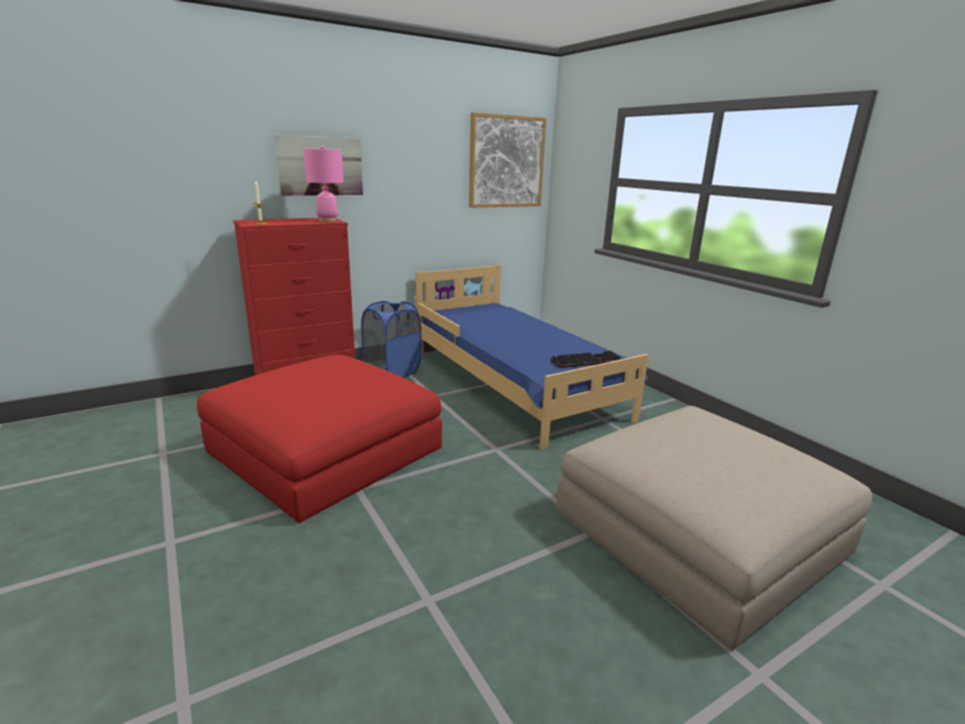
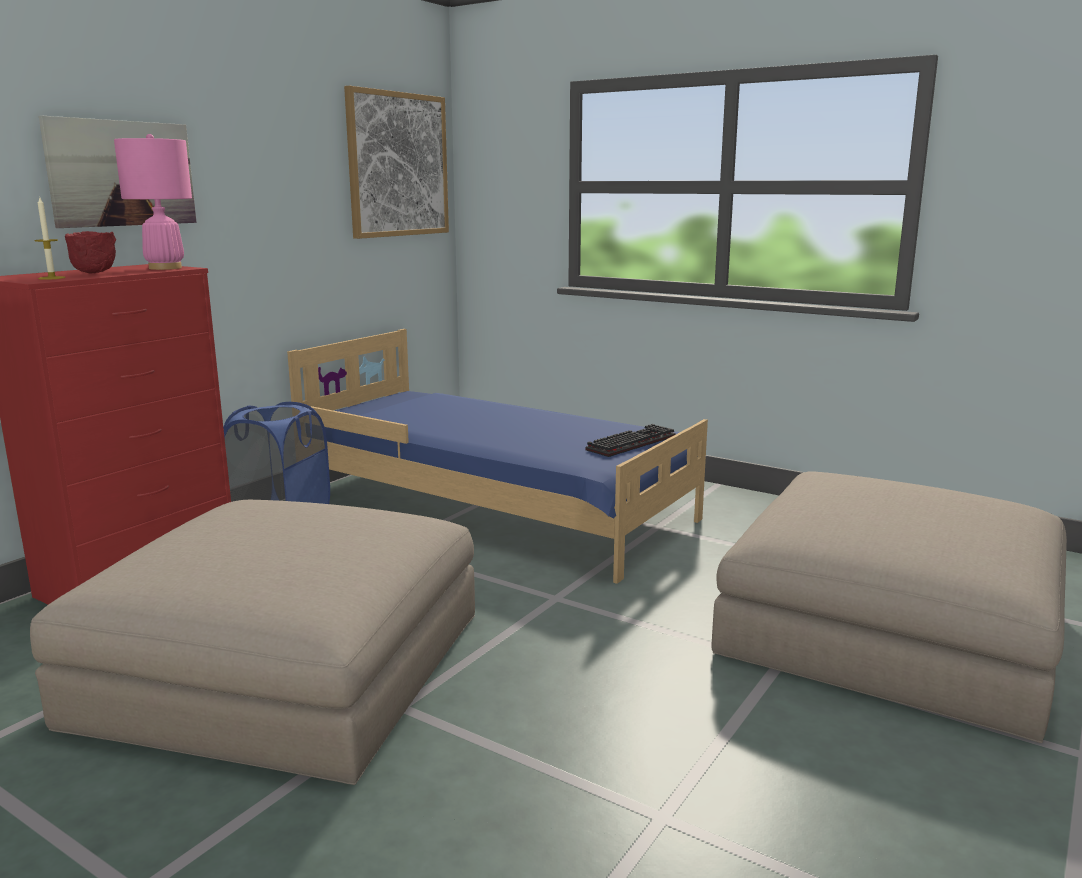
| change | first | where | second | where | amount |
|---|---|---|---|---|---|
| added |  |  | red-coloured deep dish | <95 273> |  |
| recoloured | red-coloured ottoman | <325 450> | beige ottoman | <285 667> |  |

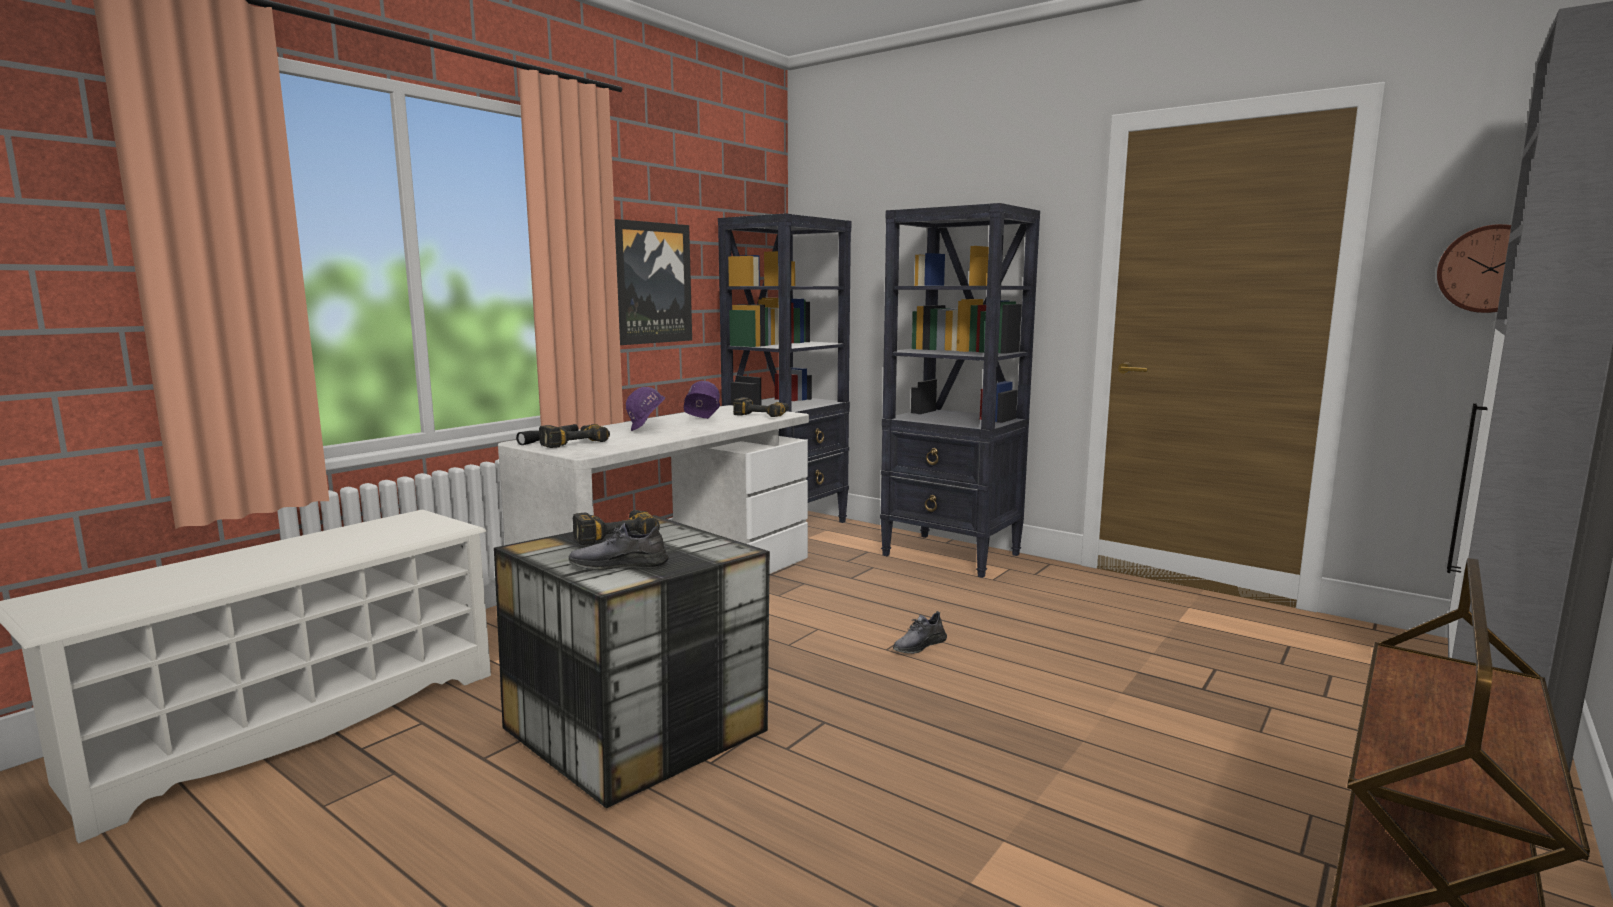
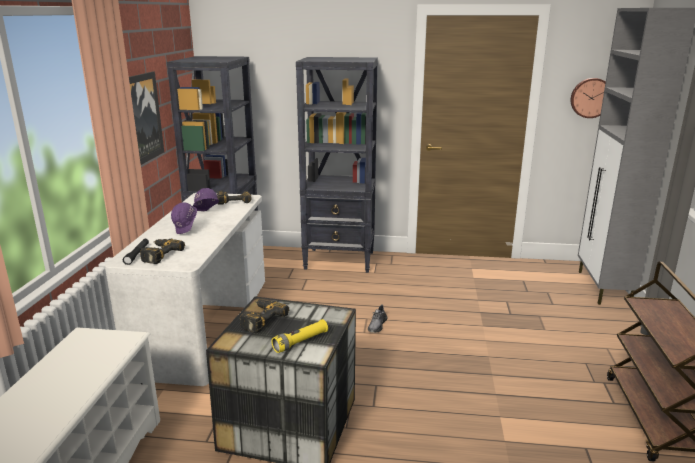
| change | first | where | second | where | amount |
|---|---|---|---|---|---|
| replaced | grey item of footwear | <619 565> | yellow-coloured hand torch | <300 342> |  |

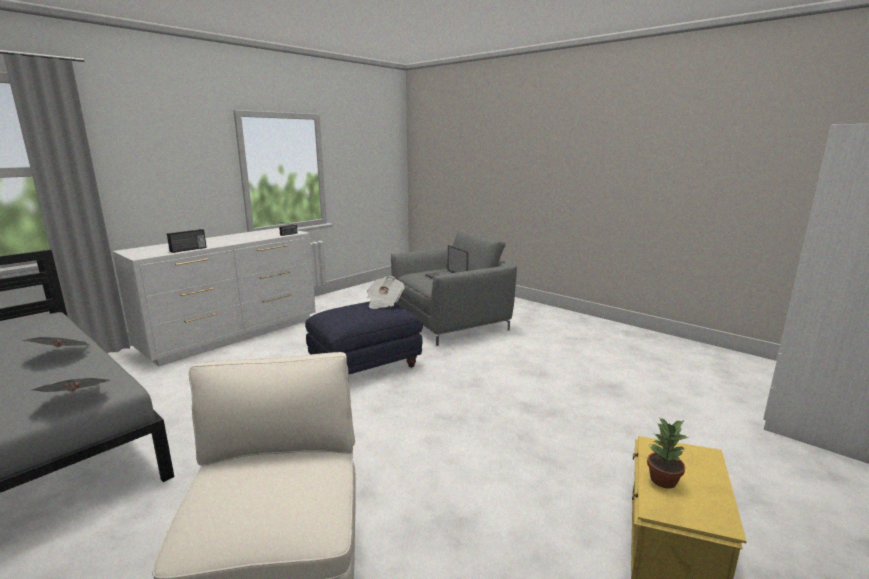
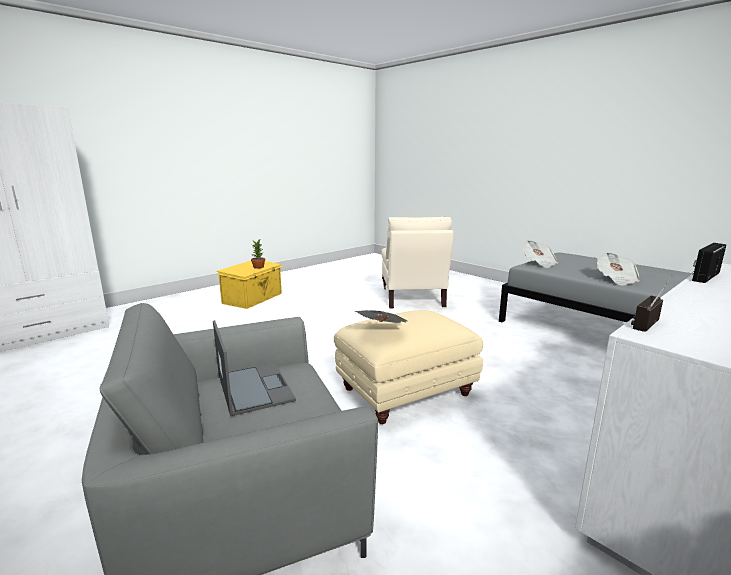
| change | first | where | second | where | amount |
|---|---|---|---|---|---|
| recoloured | blue-coloured ottoman | <366 366> | beige ottoman | <405 393> |  |

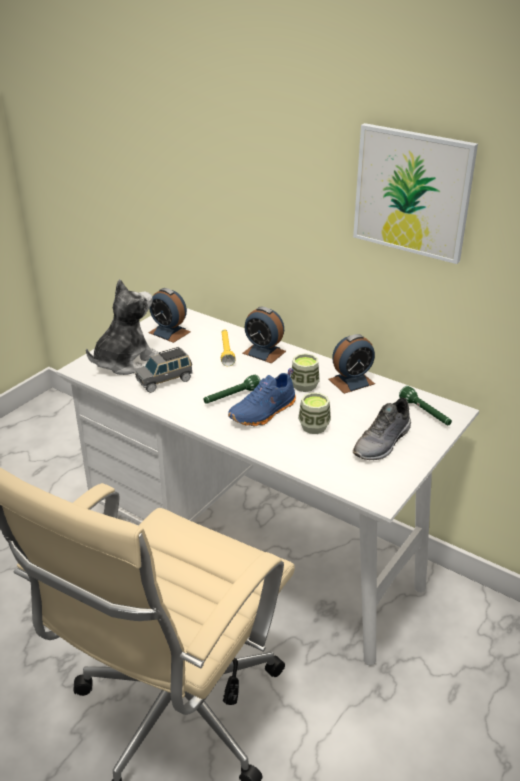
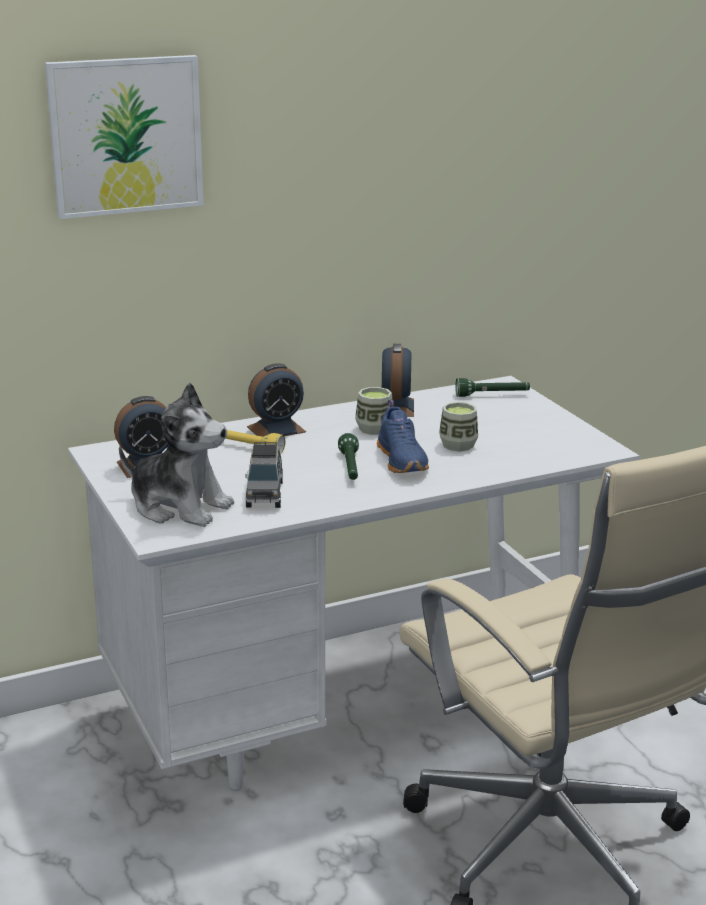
| change | first | where | second | where | amount |
|---|---|---|---|---|---|
| removed | grey item of footwear | <383 443> |  |  |  |
| moved | wall picture | <412 192> |  | <126 136> |  |
| turned | cuddly toy | <124 361> |  | <180 507> | 135 degrees clockwise |

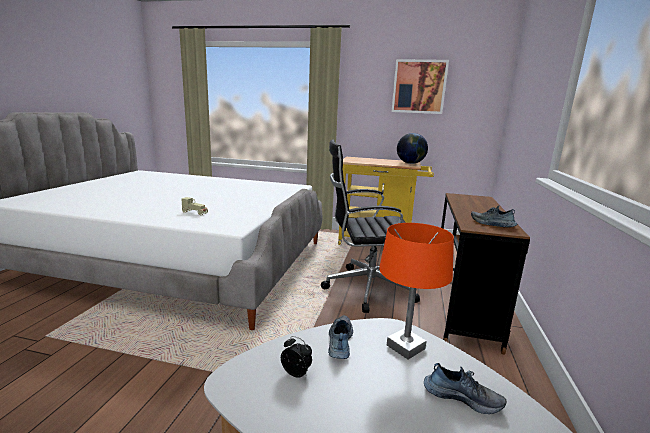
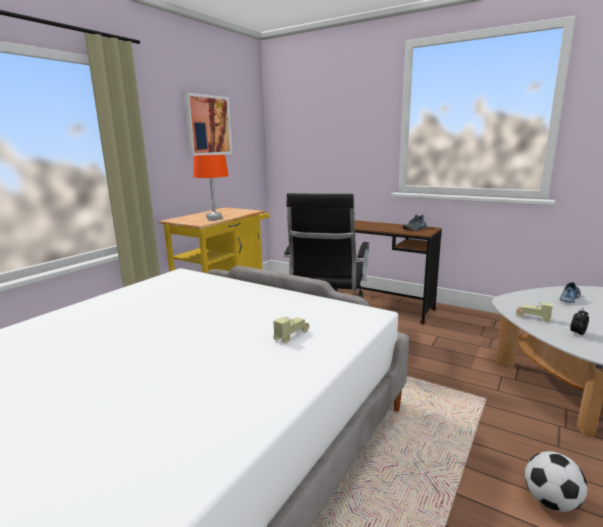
| change | first | where | second | where | amount |
|---|---|---|---|---|---|
| removed | globe | <410 163> |  |  |  |
| added |  |  | football | <551 502> |  |
| moved | orangey lamp for a table | <405 347> |  | <214 218> |  |
| replaced | item of footwear | <339 342> | beige toy car | <532 318> |  |

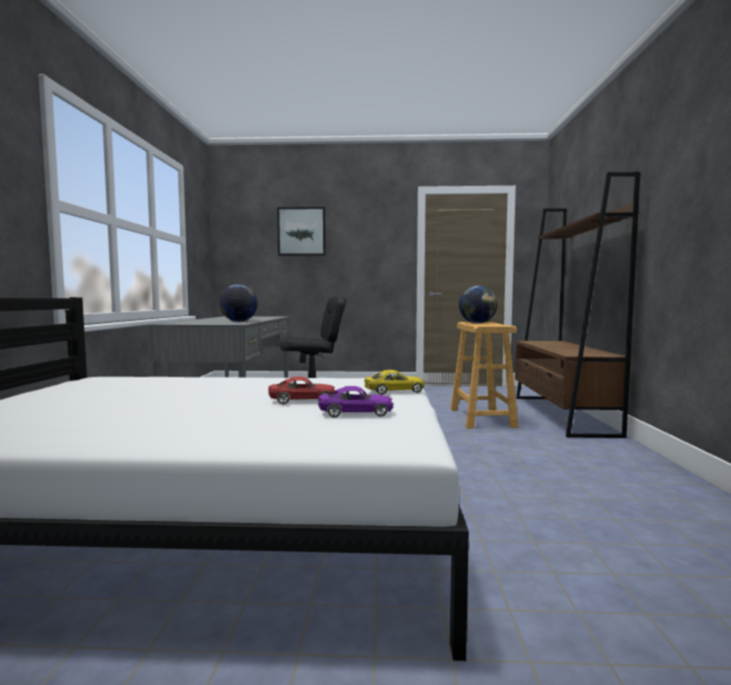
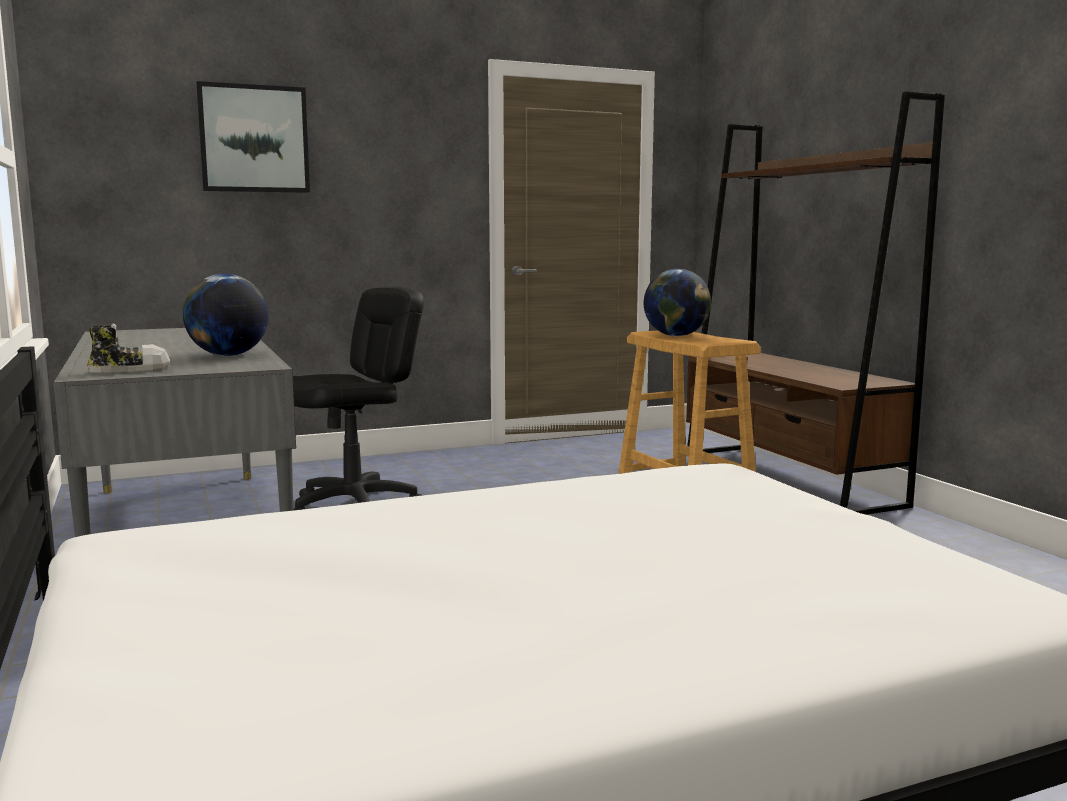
| change | first | where | second | where | amount |
|---|---|---|---|---|---|
| removed | red-coloured toy car | <302 400> |  |  |  |
| removed | purplish toy car | <355 413> |  |  |  |
| removed | yellow-coloured toy car | <394 391> |  |  |  |
| added |  |  | item of footwear | <130 370> |  |

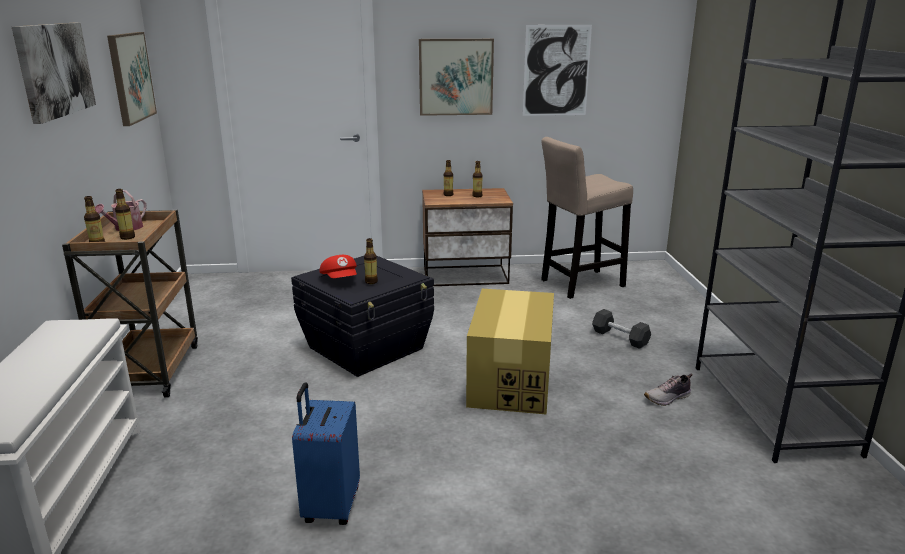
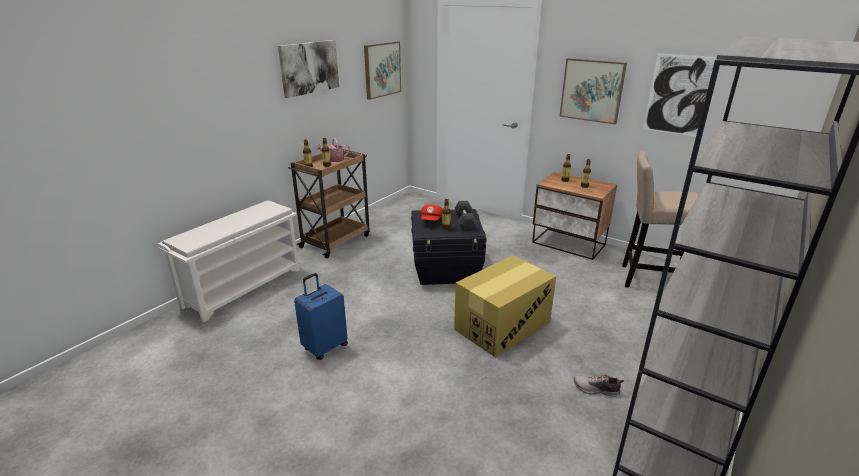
| change | first | where | second | where | amount |
|---|---|---|---|---|---|
| moved | black-coloured dumbbell | <620 337> |  | <465 222> |  |

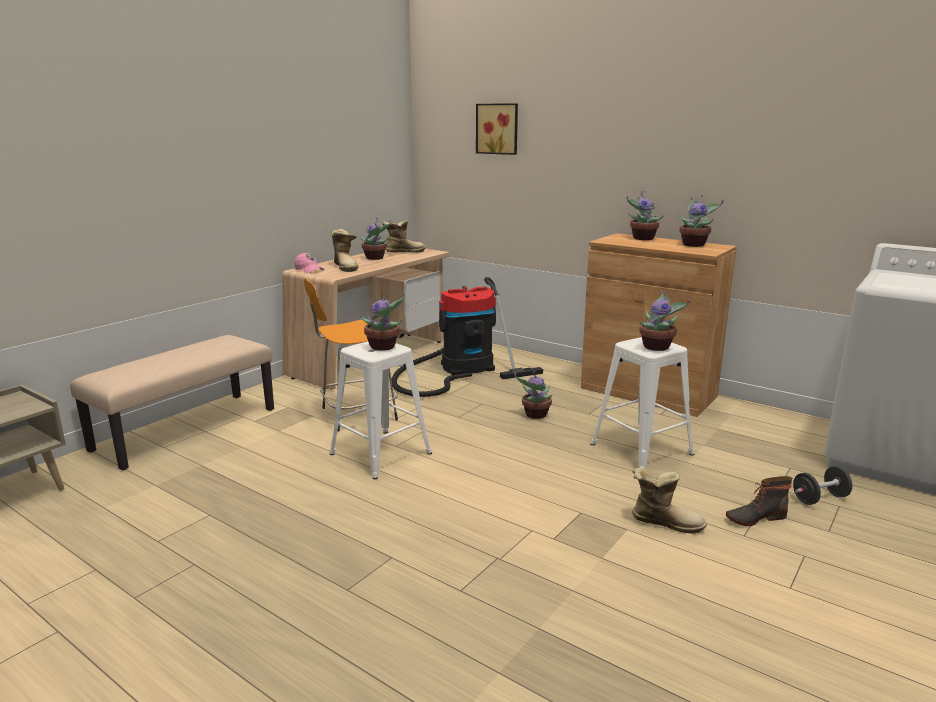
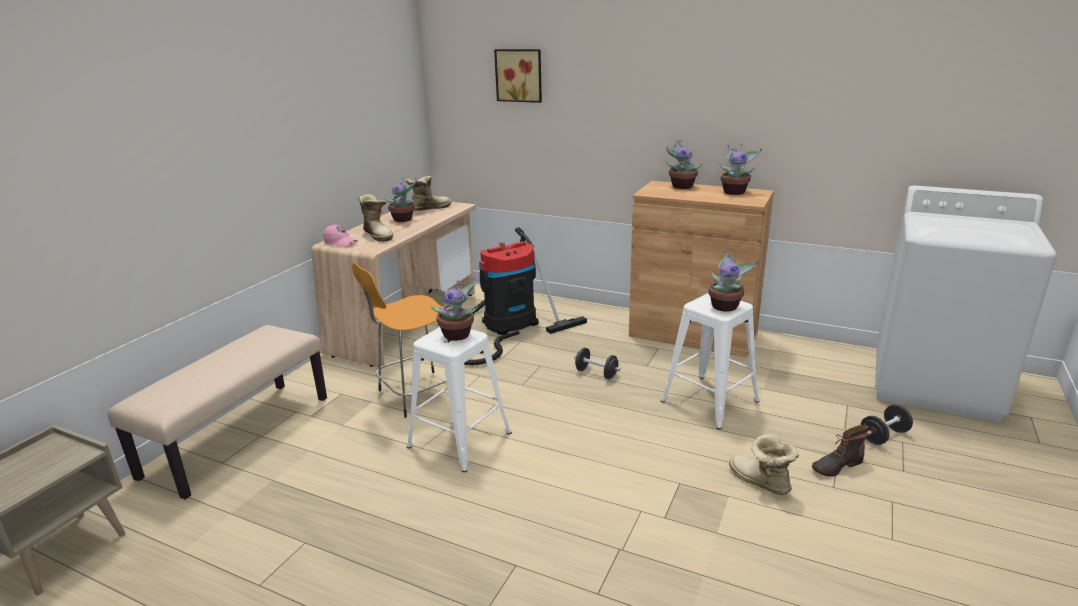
| change | first | where | second | where | amount |
|---|---|---|---|---|---|
| replaced | houseplant | <535 415> | black-coloured dumbbell | <596 373> |  |
| turned | high-top boot | <665 522> |  | <759 482> | 135 degrees counterclockwise |

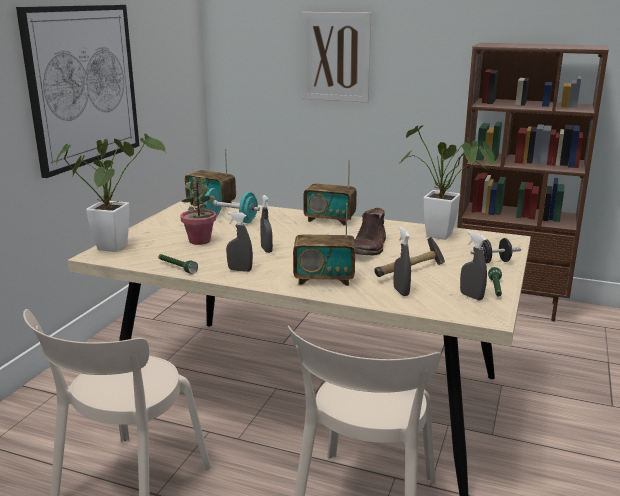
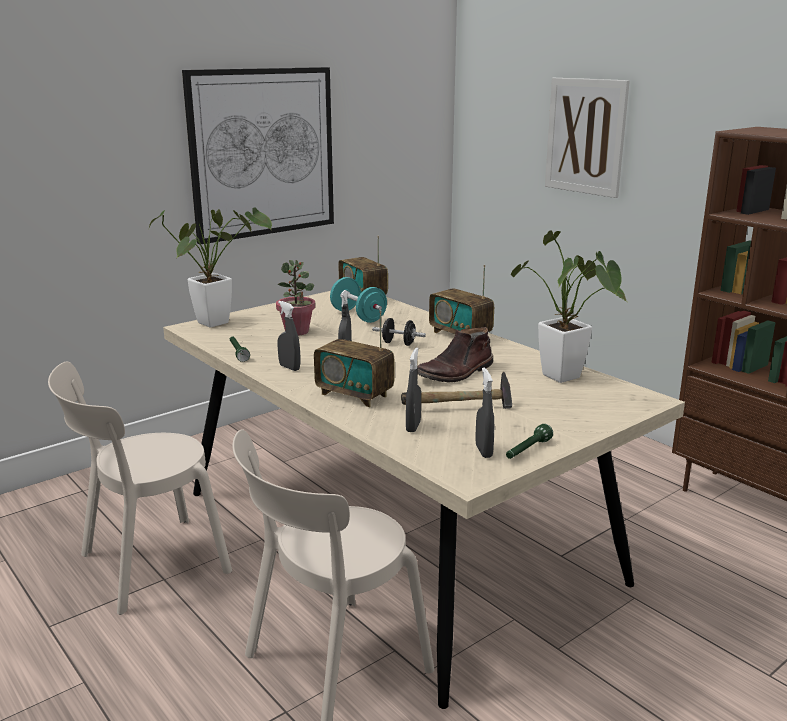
| change | first | where | second | where | amount |
|---|---|---|---|---|---|
| moved | black-coloured dumbbell | <494 261> |  | <398 343> |  |

